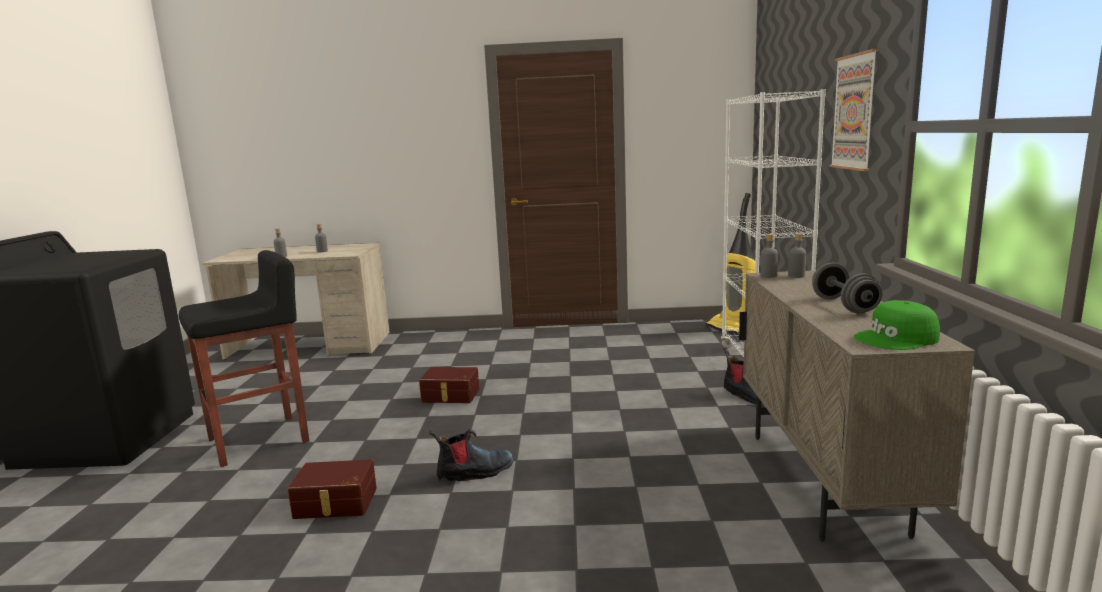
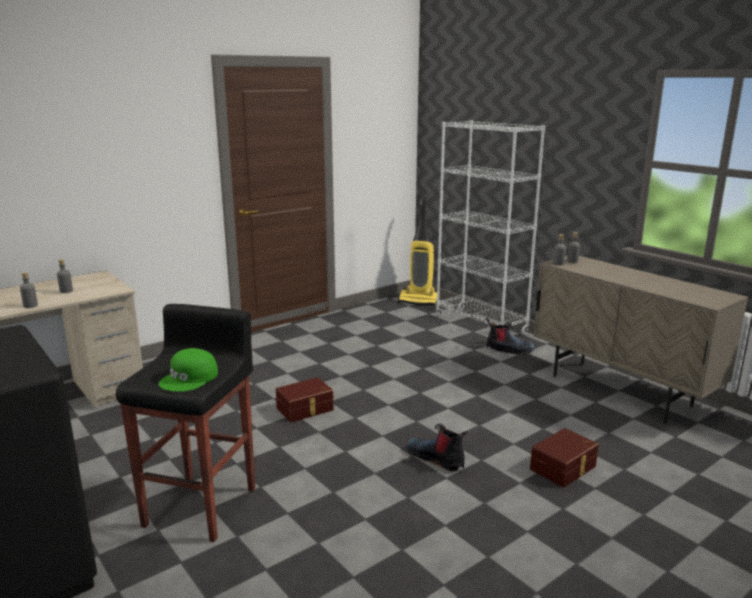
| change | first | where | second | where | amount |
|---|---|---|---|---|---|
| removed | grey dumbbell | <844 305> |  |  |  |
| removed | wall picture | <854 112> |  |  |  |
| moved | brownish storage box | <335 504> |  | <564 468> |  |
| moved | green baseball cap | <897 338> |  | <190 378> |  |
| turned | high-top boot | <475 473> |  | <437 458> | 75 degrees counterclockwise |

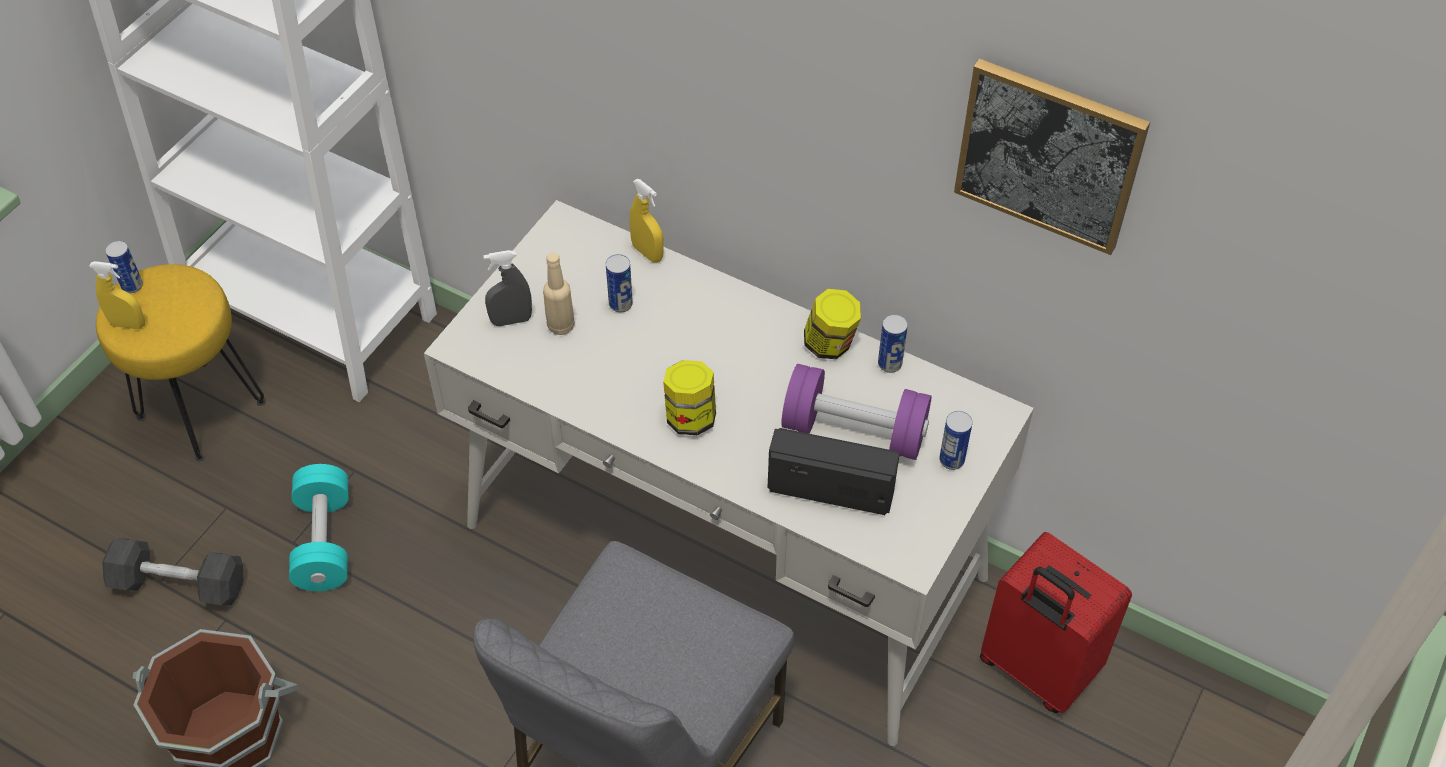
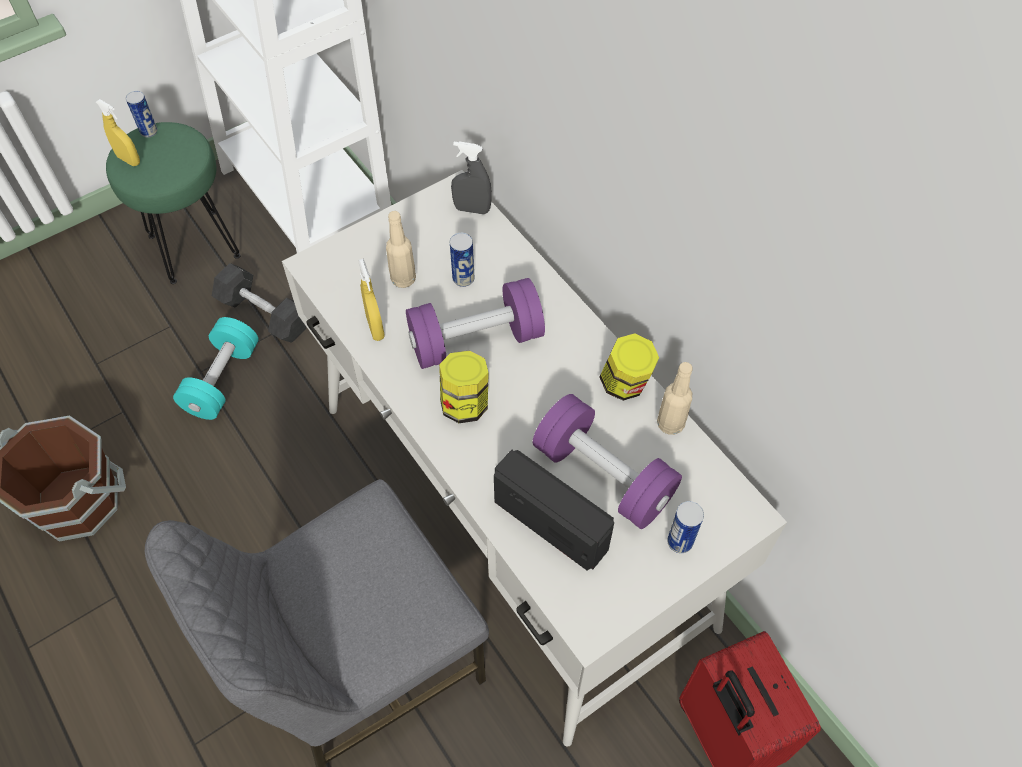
| change | first | where | second | where | amount |
|---|---|---|---|---|---|
| removed | wall picture | <1049 155> |  |  |  |
| added |  |  | purplish dumbbell | <476 340> |  |
| moved | black-coloured dumbbell | <179 584> |  | <264 313> |  |
| moved | grey hand sprayer | <511 320> |  | <472 209> |  |
| moved | yellow-coloured hand sprayer | <647 253> |  | <375 327> |  |
| replaced | can | <889 364> | beige bottle | <670 424> |  |
| recoloured | yellow-coloured stool seat | <201 408> | green stool seat | <194 245> |  |

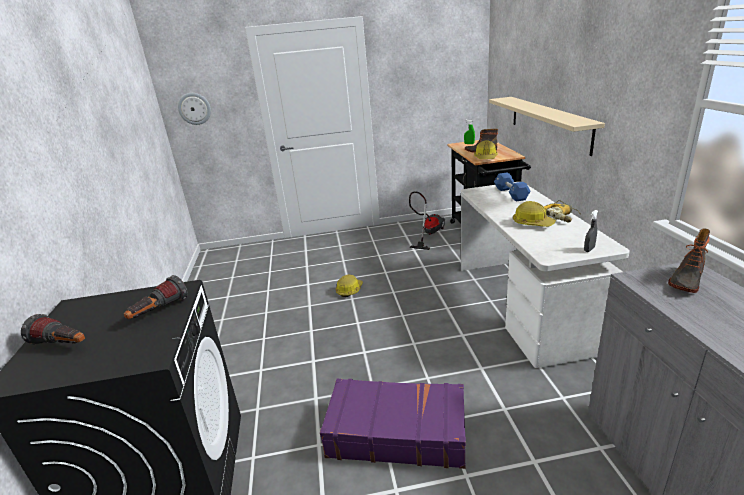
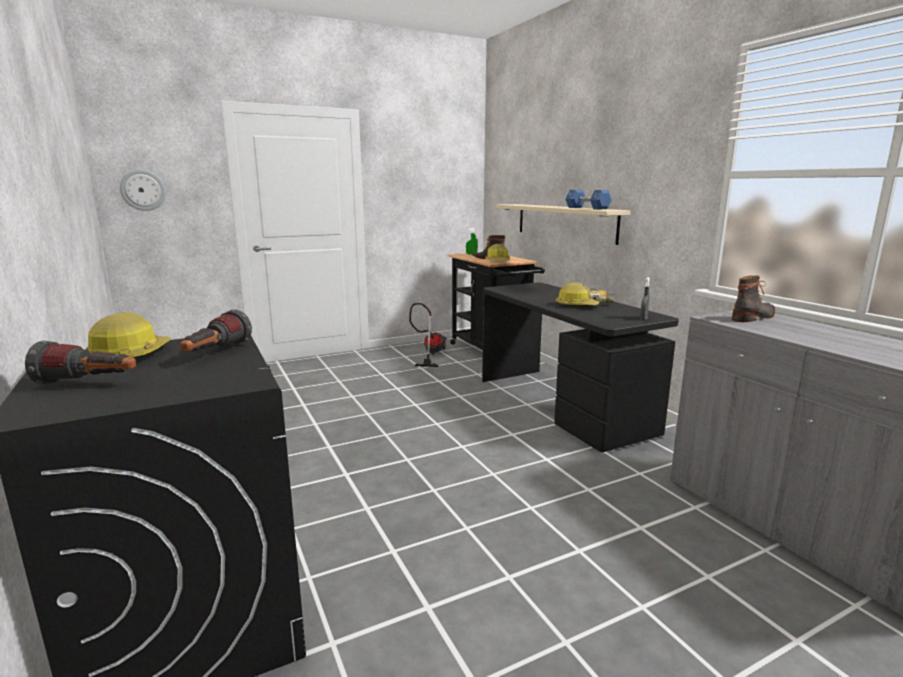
| change | first | where | second | where | amount |
|---|---|---|---|---|---|
| removed | purplish piece of luggage | <396 432> |  |  |  |
| moved | safety helmet | <349 290> |  | <130 356> |  |
| moved | blue-coloured dumbbell | <511 194> |  | <587 208> |  |
| recoloured | whitish desk unit | <523 304> | black-coloured desk unit | <562 404> |  |
| turned | high-top boot | <686 280> |  | <754 317> | 150 degrees counterclockwise |

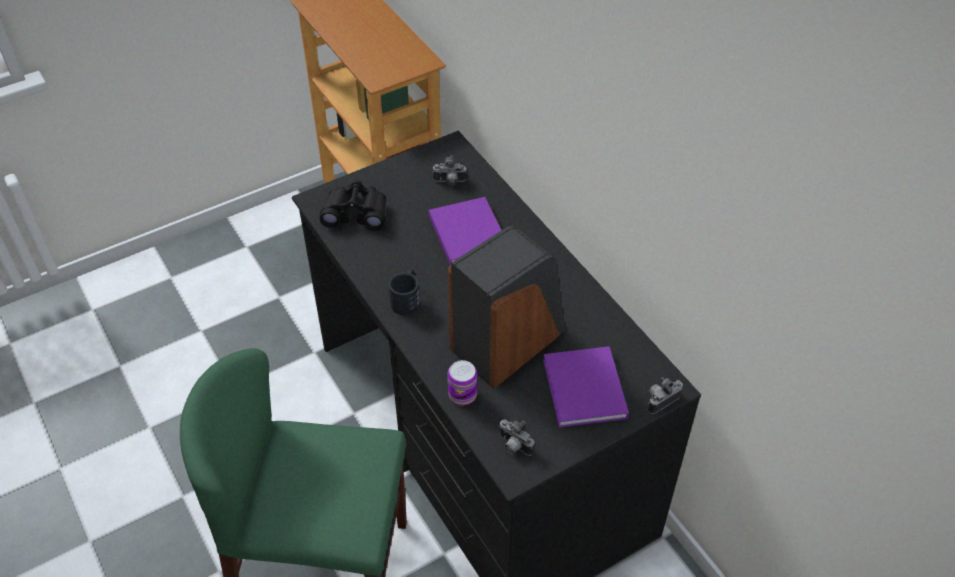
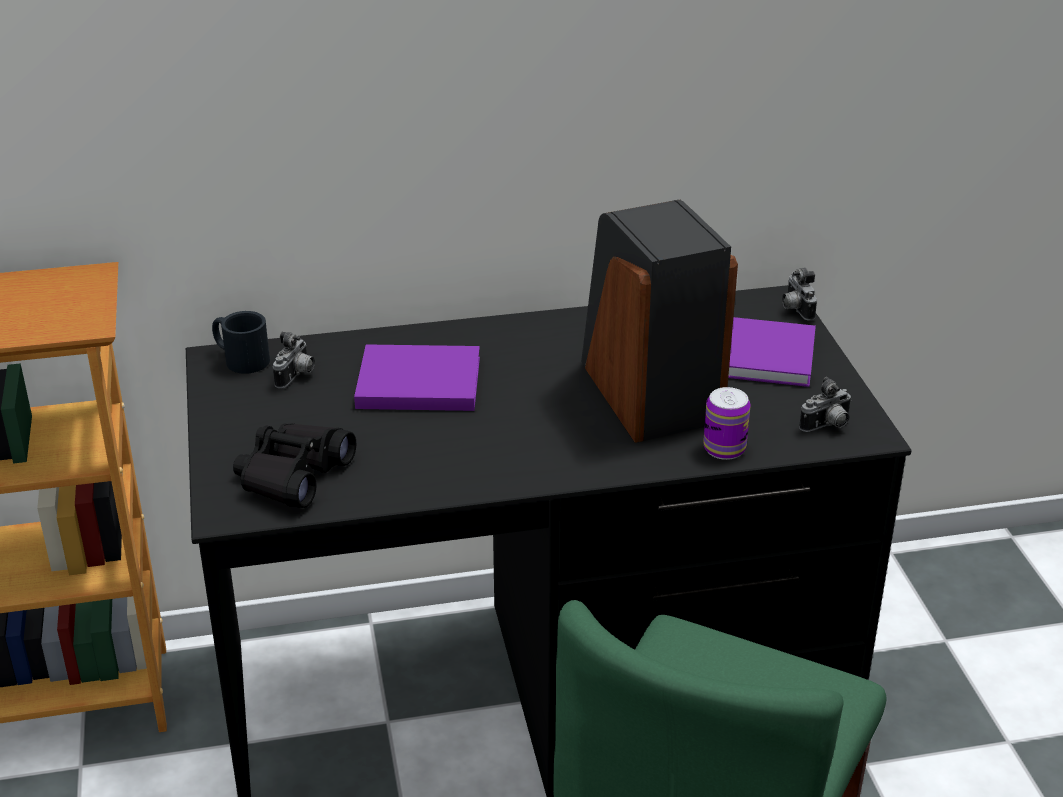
| change | first | where | second | where | amount |
|---|---|---|---|---|---|
| moved | black-coloured mug | <407 299> |  | <240 359> |  |

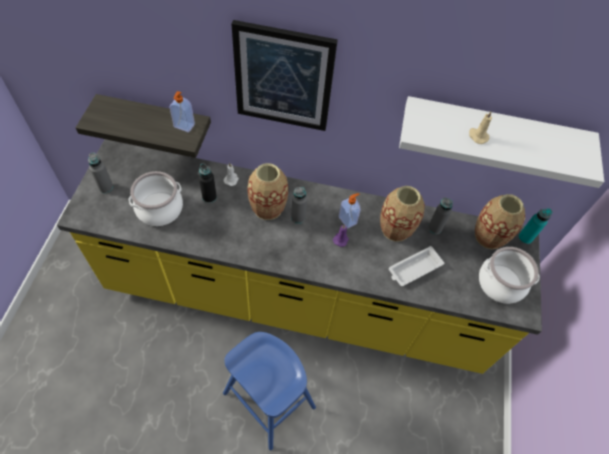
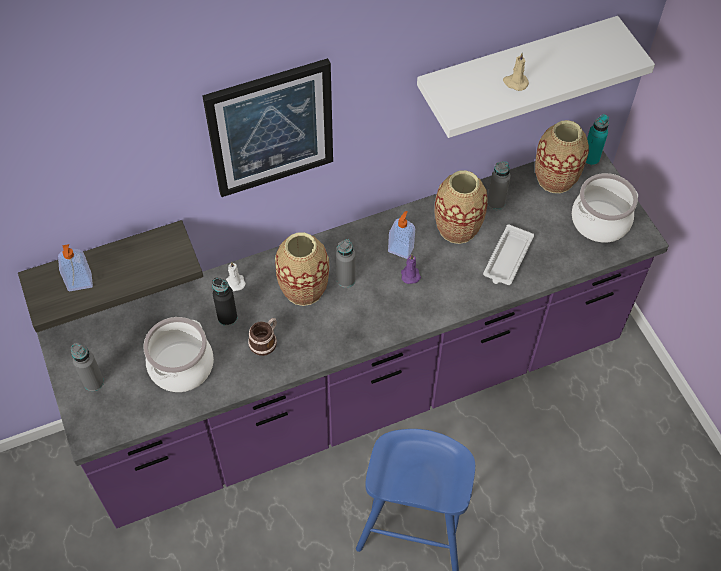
| change | first | where | second | where | amount |
|---|---|---|---|---|---|
| added |  |  | mug | <265 340> |  |
| moved | liquid soap bottle | <184 126> |  | <80 283> |  |
| recoloured | yellow-coloured kitchen base unit | <296 300> | purplish kitchen base unit | <359 391> |  |

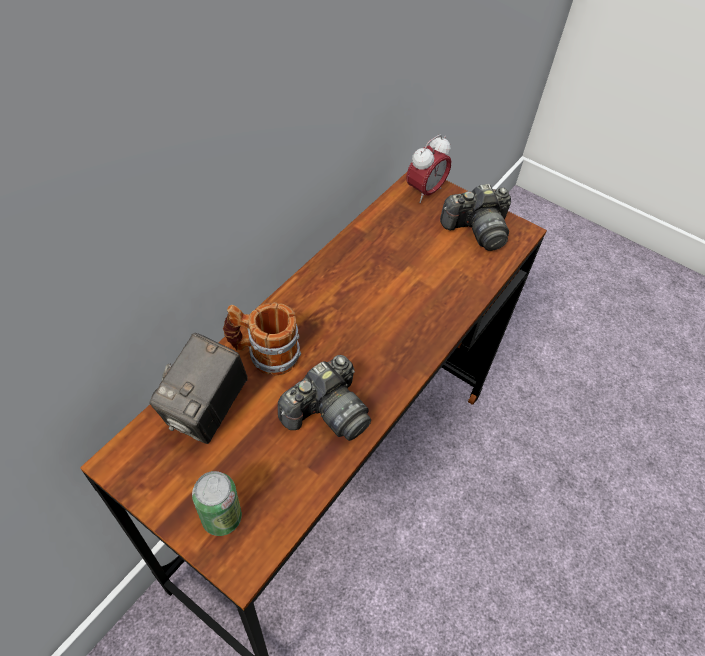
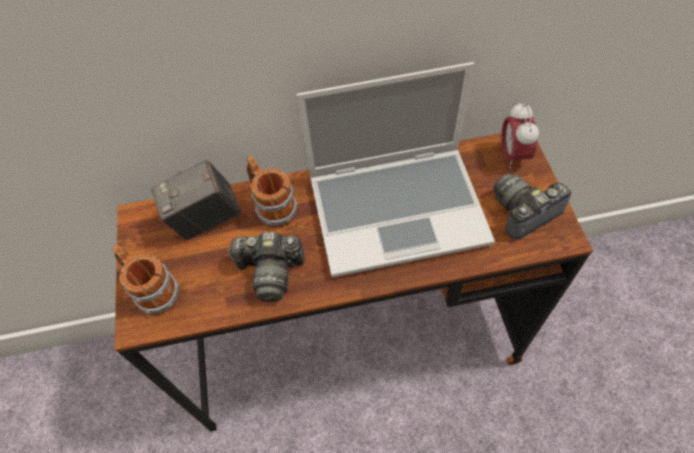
| change | first | where | second | where | amount |
|---|---|---|---|---|---|
| added |  |  | portable computer | <399 209> |  |
| replaced | can | <222 517> | mug | <152 289> |  |
| turned | alarm clock | <425 192> |  | <513 155> | 90 degrees clockwise |
| turned | still camera | <476 230> |  | <524 212> | 120 degrees clockwise |

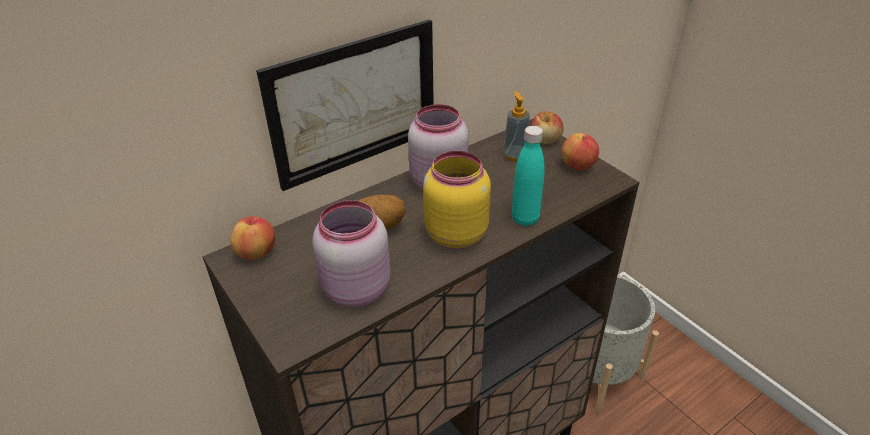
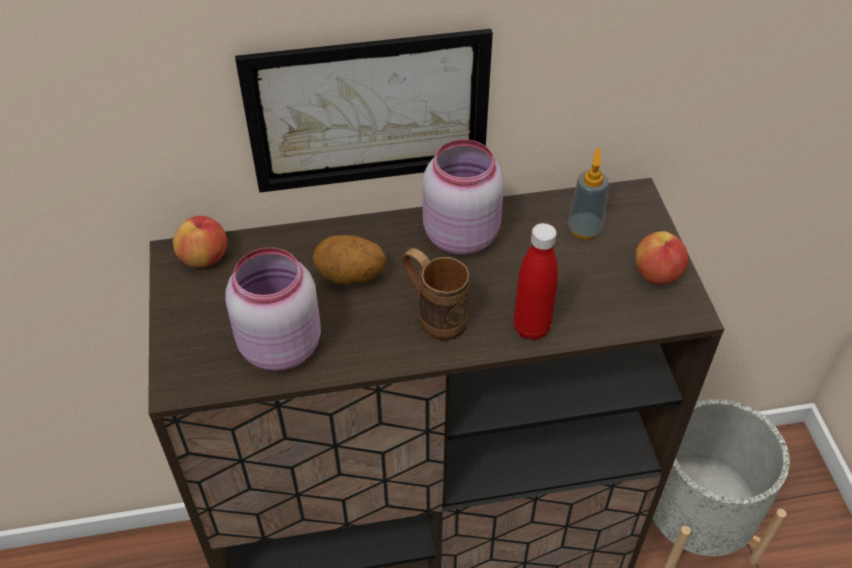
| change | first | where | second | where | amount |
|---|---|---|---|---|---|
| removed | whole apple | <545 140> |  |  |  |
| replaced | yellow-coloured storage jar | <455 233> | brownish mug | <434 316> |  |
| recoloured | turquoise bottle | <525 219> | red-coloured bottle | <531 328> |  |

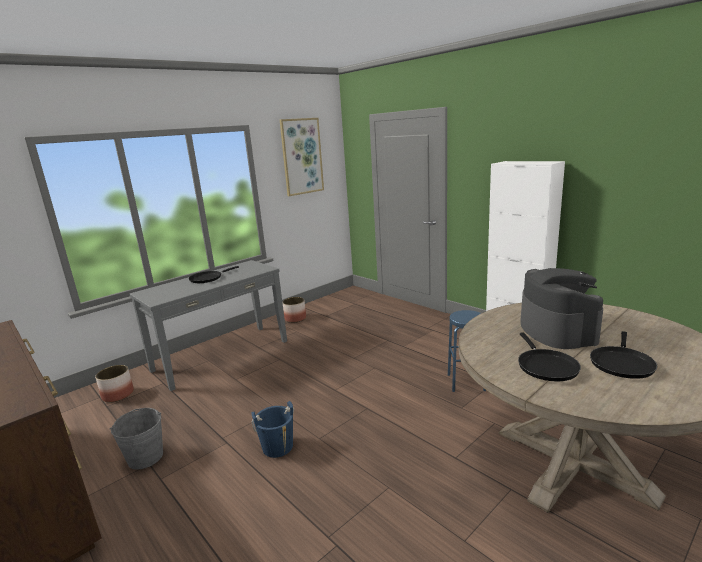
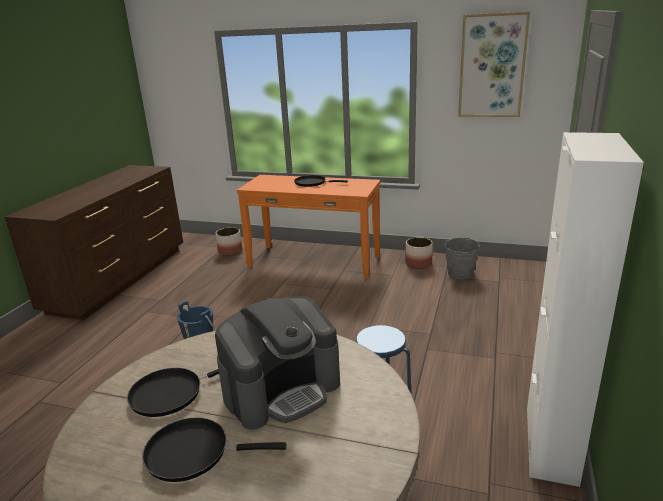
| change | first | where | second | where | amount |
|---|---|---|---|---|---|
| moved | grey pail | <145 457> |  | <460 273> |  |
| recoloured | grey console table | <221 355> | orangey console table | <314 261> |  |

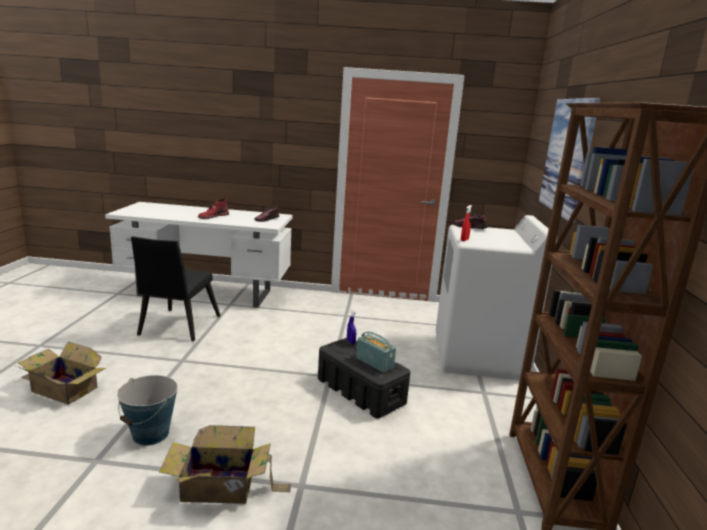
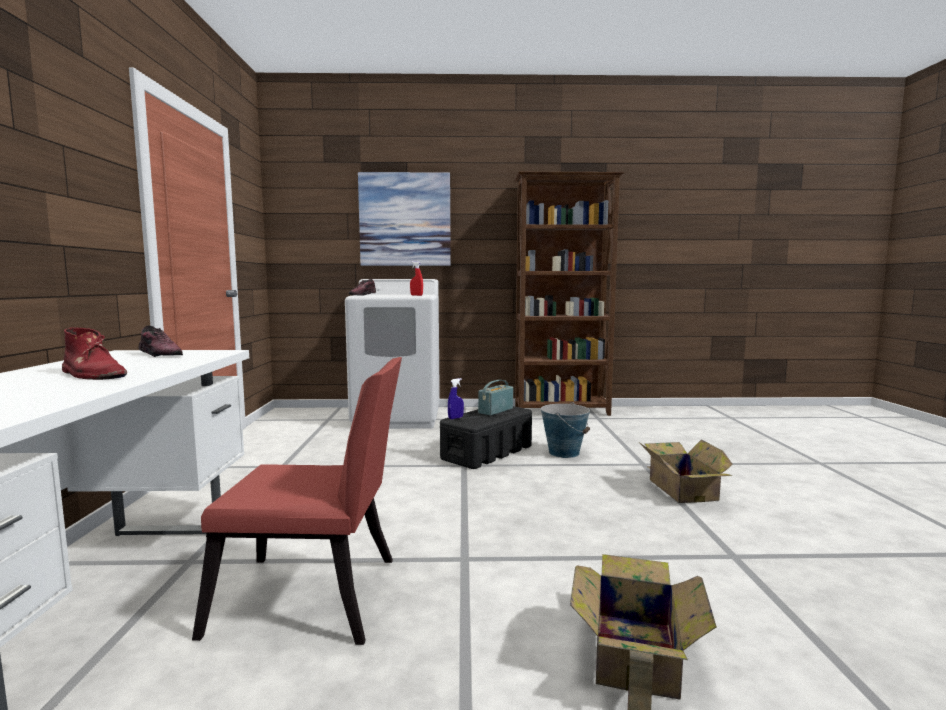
| change | first | where | second | where | amount |
|---|---|---|---|---|---|
| moved | pail | <151 434> |  | <564 453> |  |
| recoloured | black-coloured plain chair | <176 327> | red-coloured plain chair | <316 599> |  |

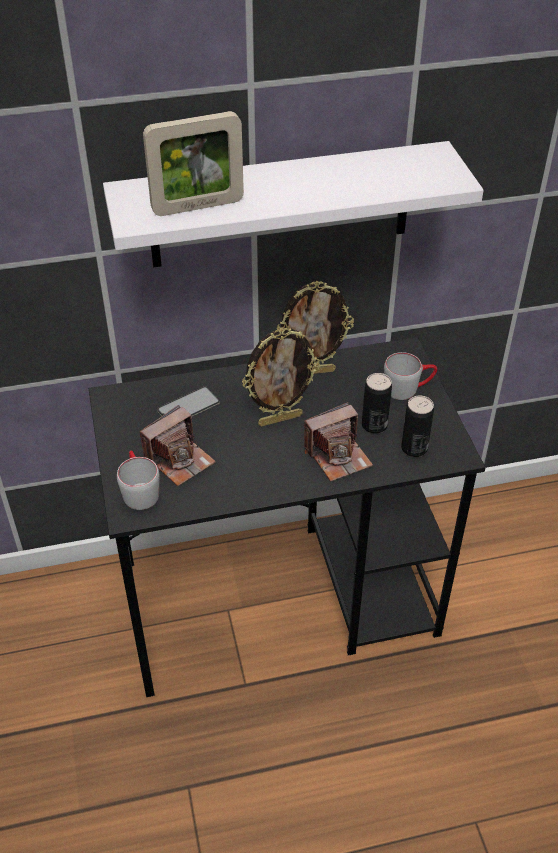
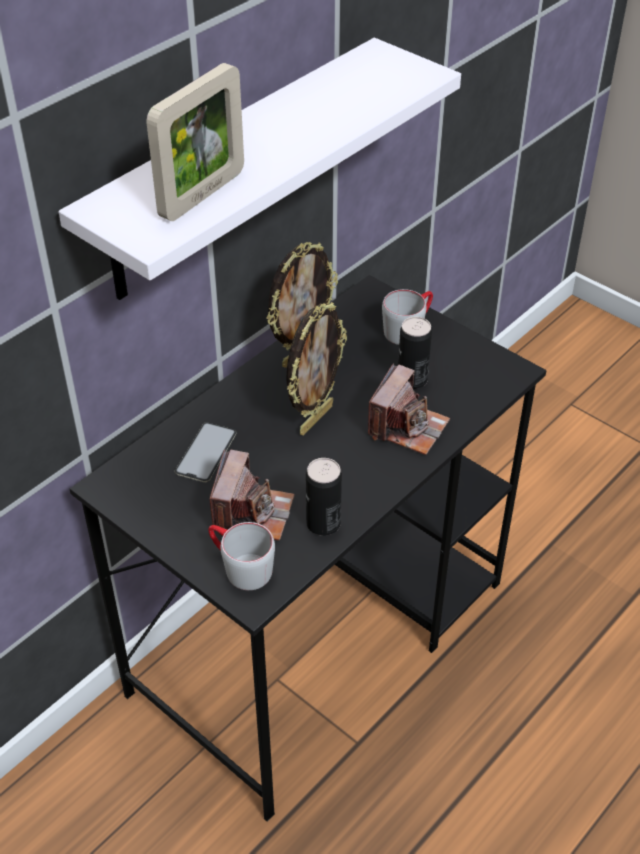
| change | first | where | second | where | amount |
|---|---|---|---|---|---|
| moved | can | <414 448> |  | <323 523> |  |

